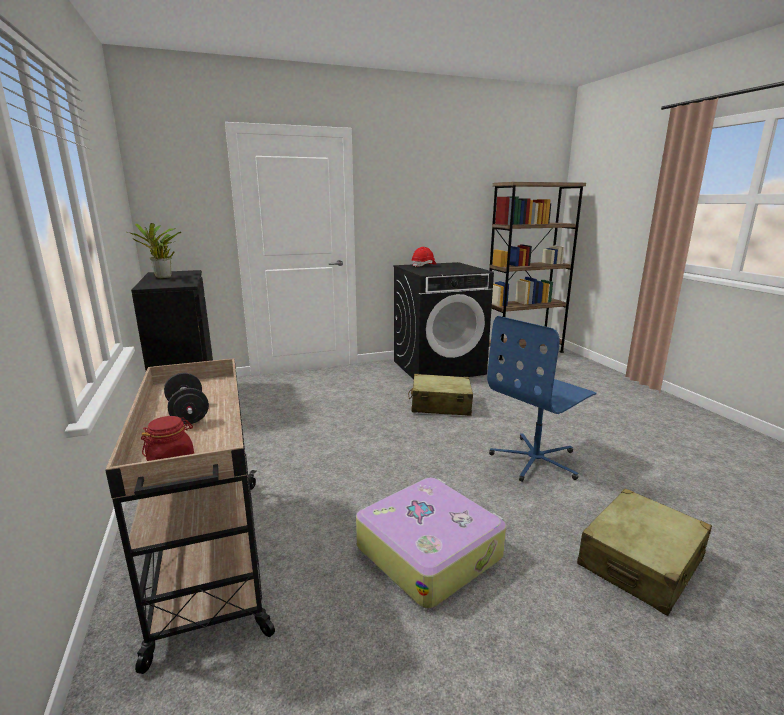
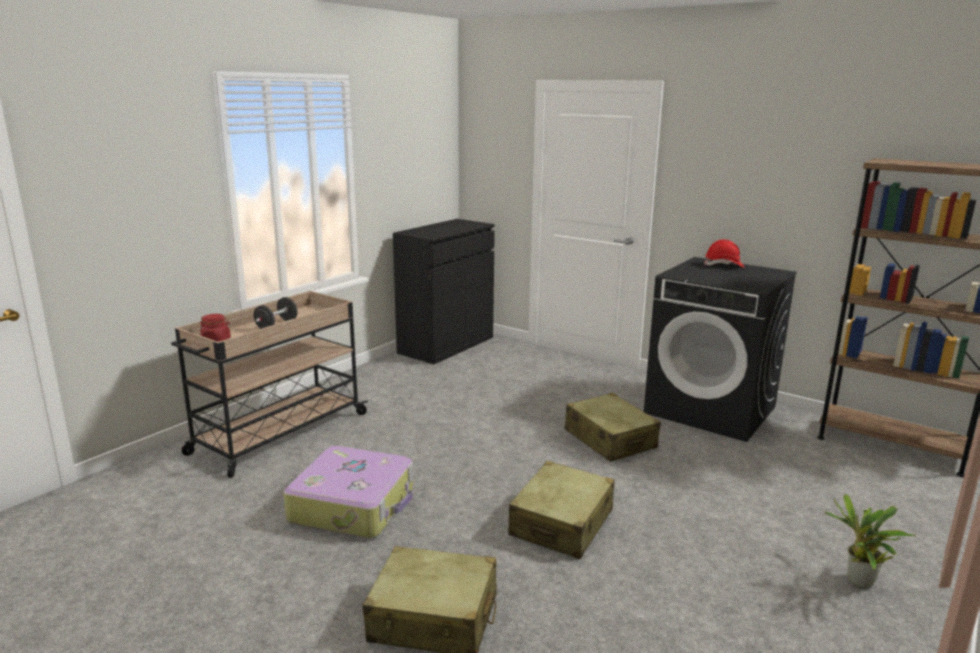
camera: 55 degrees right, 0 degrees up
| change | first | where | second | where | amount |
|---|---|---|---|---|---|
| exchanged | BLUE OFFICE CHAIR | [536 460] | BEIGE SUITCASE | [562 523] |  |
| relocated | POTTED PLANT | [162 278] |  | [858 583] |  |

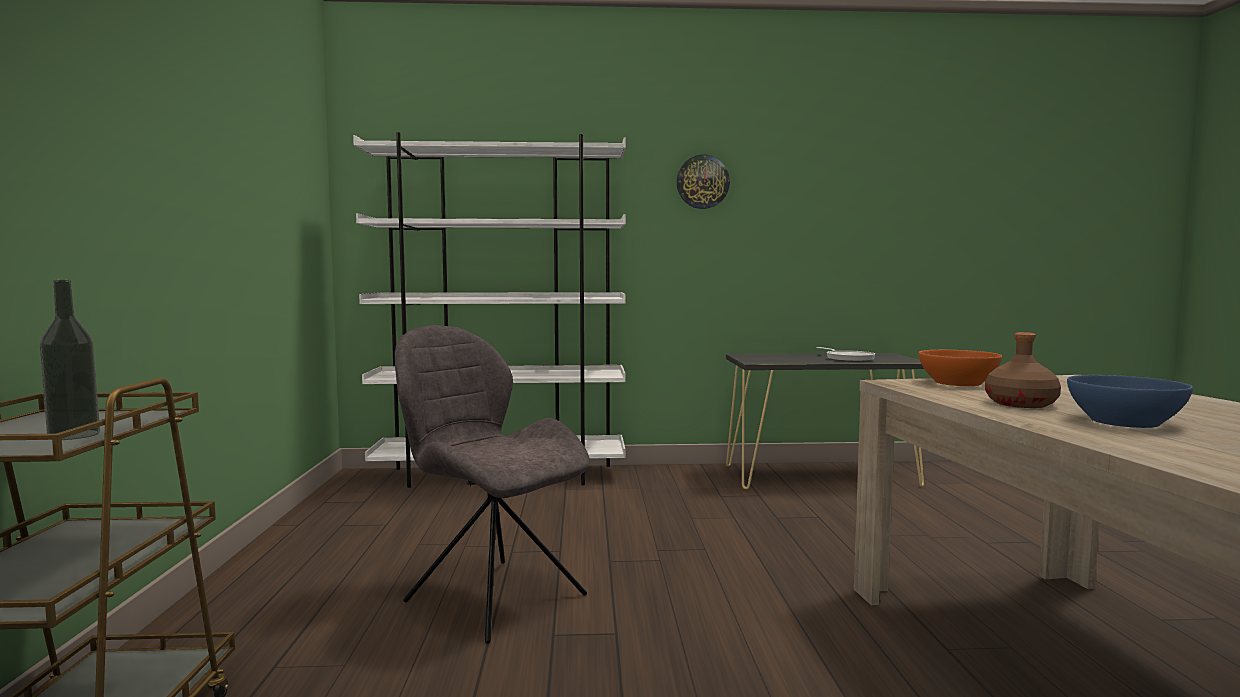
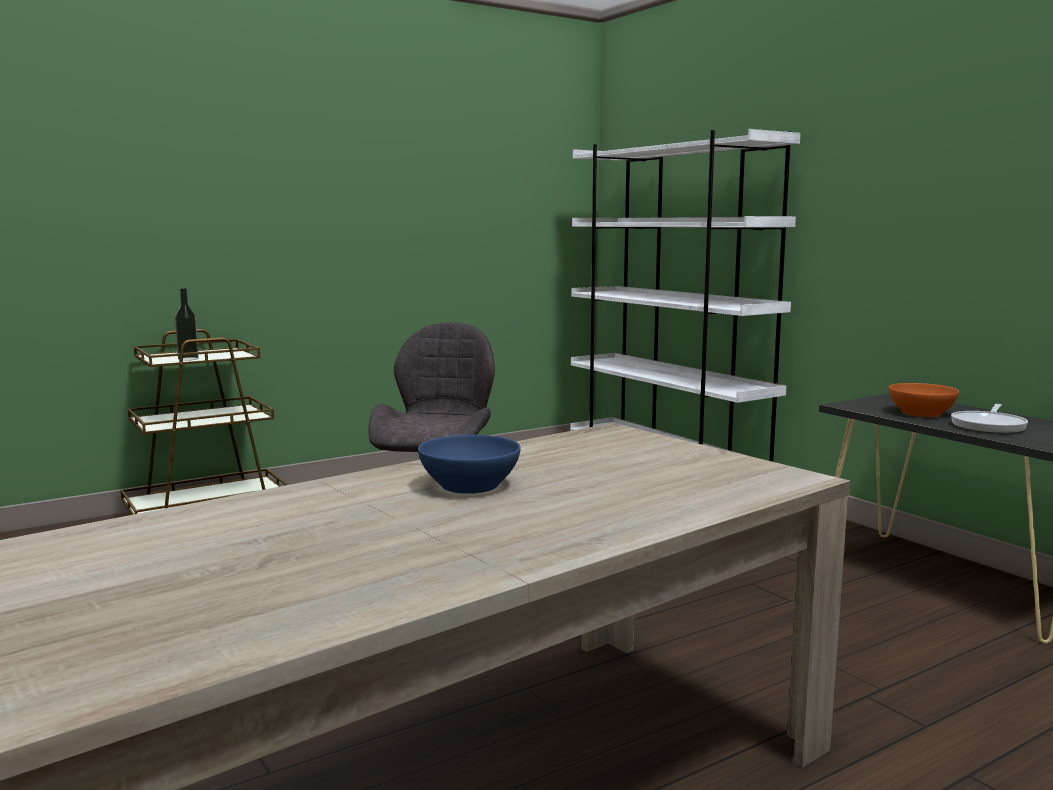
camera: 60 degrees right, 5 degrees up
| change | first | where | second | where | amount |
|---|---|---|---|---|---|
| relocated | ORANGE BOWL | [957 383] |  | [921 413] |  |
| missing | WALL CLOCK | [702 182] |  |  |  |
| missing | BROWN BOTTLE | [1021 404] |  |  |  |

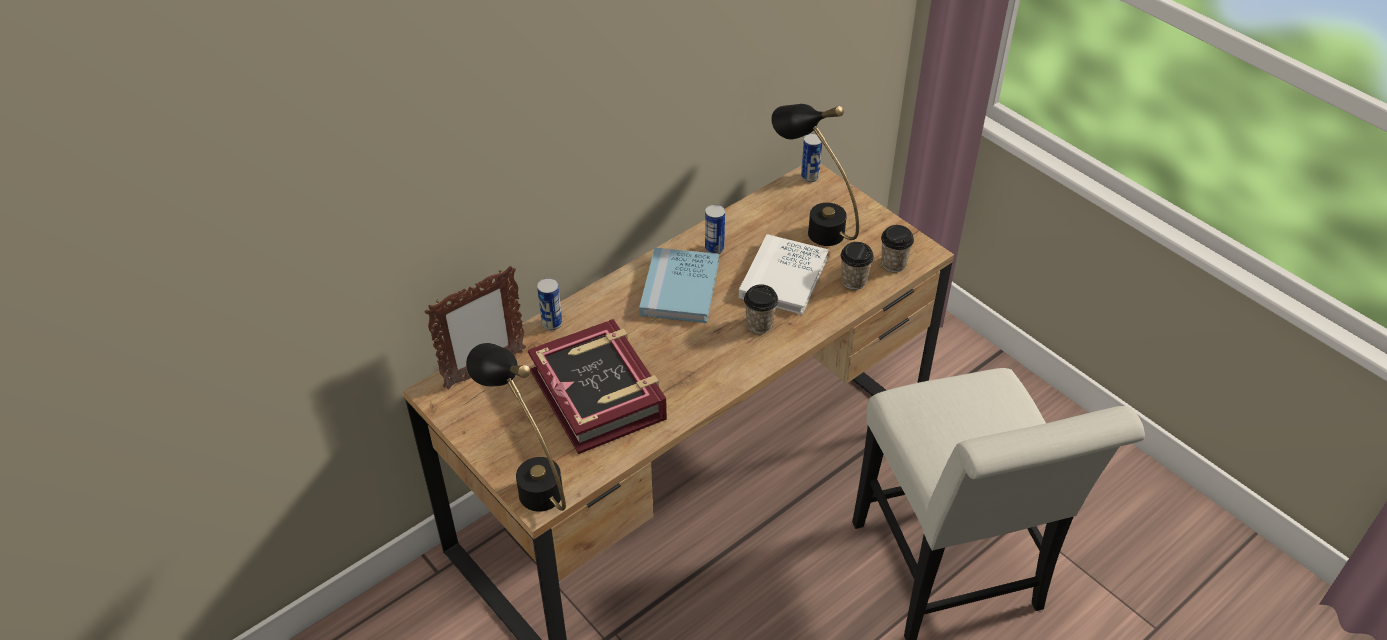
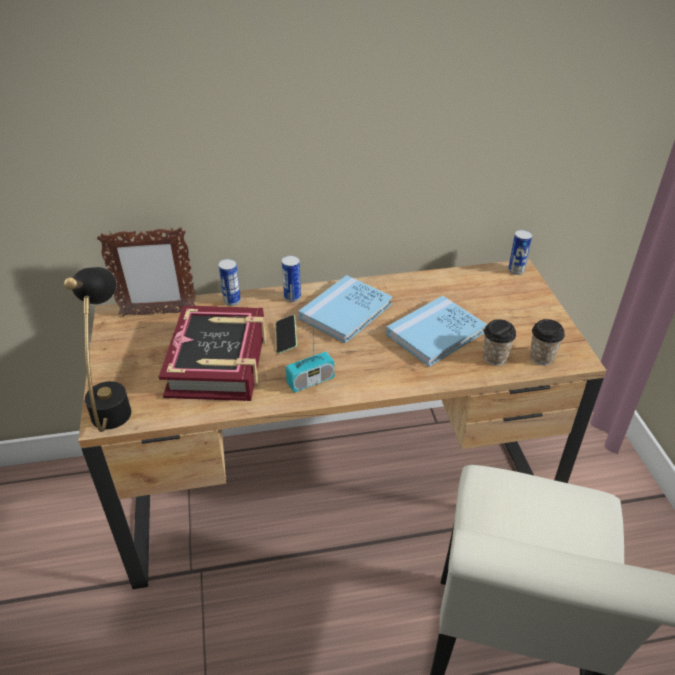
camera: 30 degrees right, 5 degrees down
| change | first | where | second | where | amount |
|---|---|---|---|---|---|
| appeared |  |  | PHONE | [286 339] |  |
| relocated | CAN | [714 249] |  | [292 297] |  |
| appeared |  |  | RADIO | [310 381] |  |
| colour | WHITE BOOK | [783 277] | BLUE BOOK | [435 333] |  |
| missing | CUP | [759 324] |  |  |  |
| missing | BLACK TABLE LAMP | [813 224] |  |  |  |

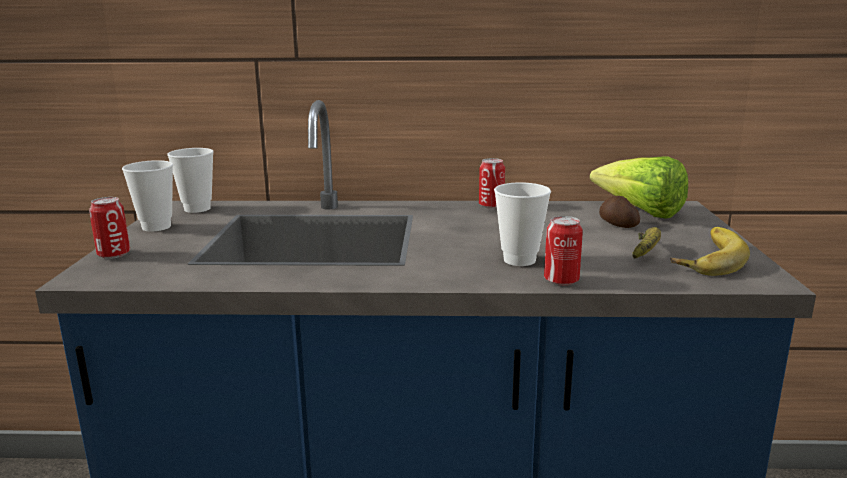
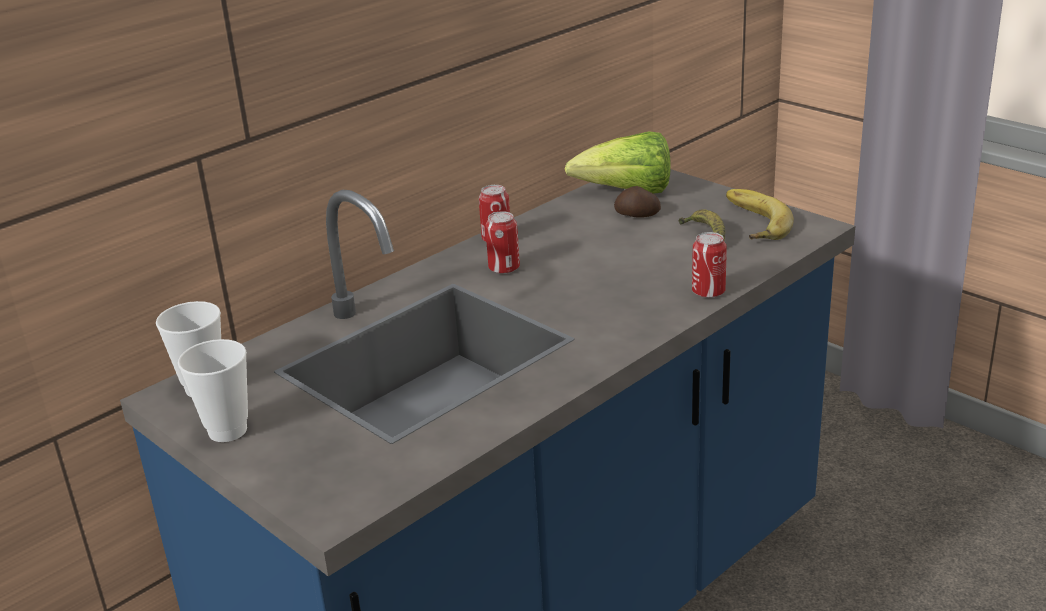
camera: 45 degrees left, 10 degrees up
| change | first | where | second | where | amount |
|---|---|---|---|---|---|
| relocated | CAN | [114 254] |  | [504 268] |  |
| missing | CUP | [519 260] |  |  |  |

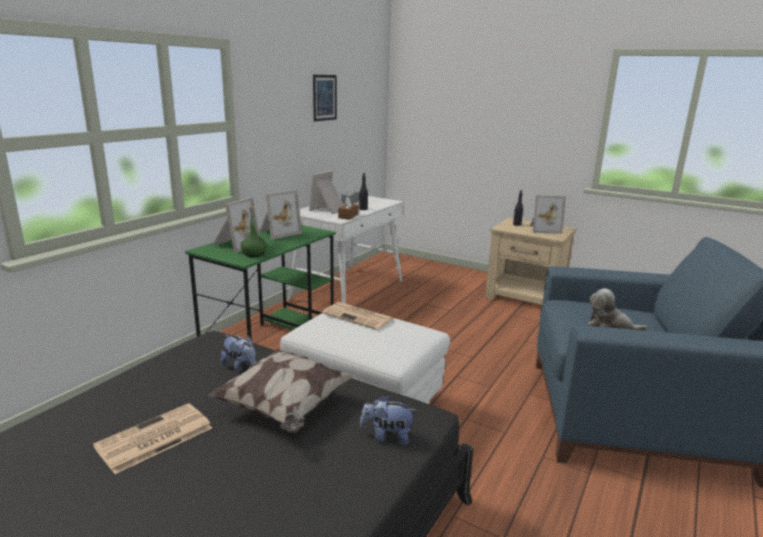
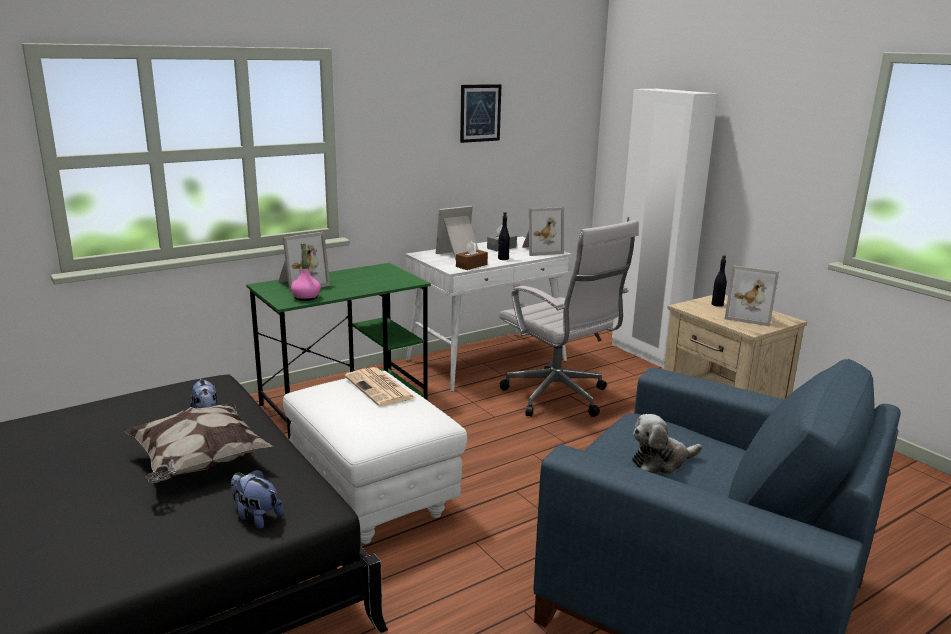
camera: 25 degrees right, 0 degrees up
| change | first | where | second | where | amount |
|---|---|---|---|---|---|
| colour | GREEN BOTTLE | [254 254] | PINK BOTTLE | [306 297] |  |
| appeared |  |  | WHITE OFFICE CHAIR | [559 398] |  |
| relocated | PICTURE FRAME | [278 232] |  | [540 250] |  |
| appeared |  |  | WHITE WARDROBE | [646 354] |  |
| spun | PLUSH TOY | [610 326] |  | [661 461] | 75 degrees counterclockwise |
| missing | NEWSPAPER | [153 438] |  |  |  |

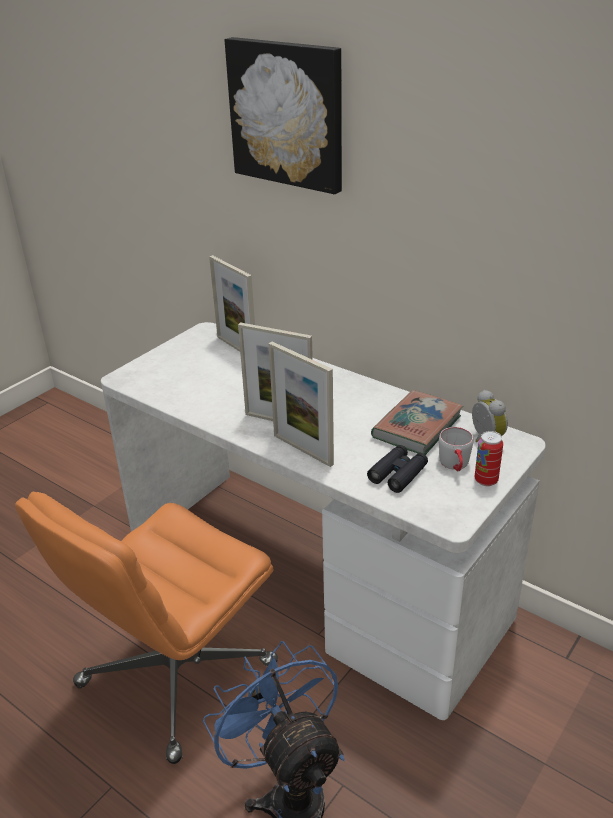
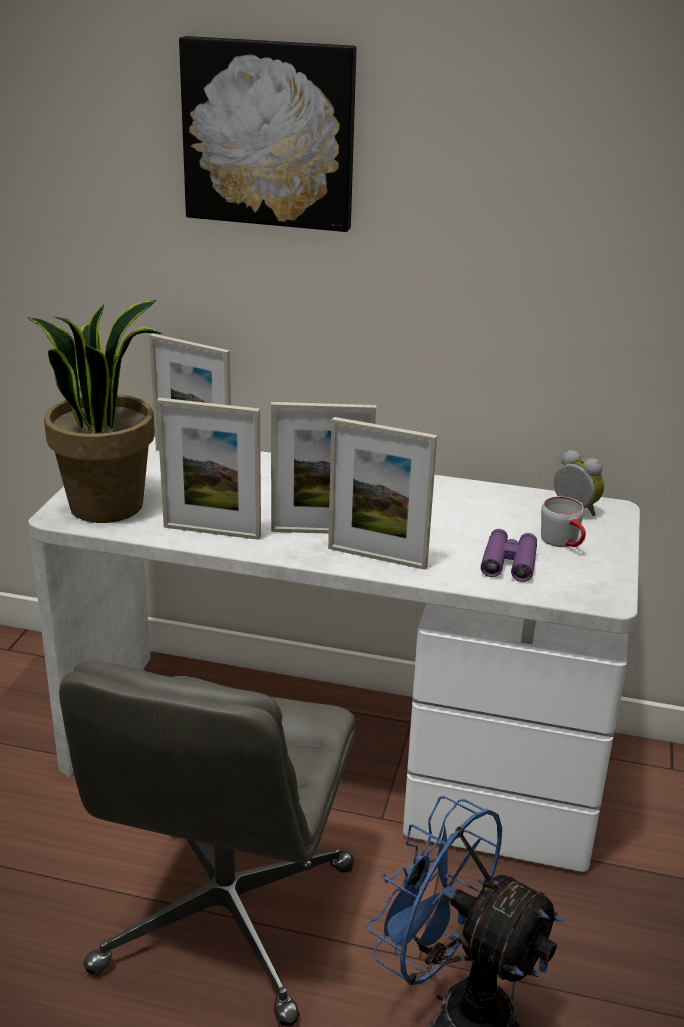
camera: 25 degrees left, 5 degrees down
| change | first | where | second | where | amount |
|---|---|---|---|---|---|
| appeared |  |  | POTTED PLANT | [107 505] |  |
| colour | ORANGE OFFICE CHAIR | [175 676] | GREY OFFICE CHAIR | [225 920] |  |
| appeared |  |  | PICTURE FRAME | [212 532] |  |
| colour | BLACK BINOCULARS | [398 474] | PURPLE BINOCULARS | [509 562] |  |
| missing | BOOK | [417 427] |  |  |  |
| missing | CAN | [486 480] |  |  |  |

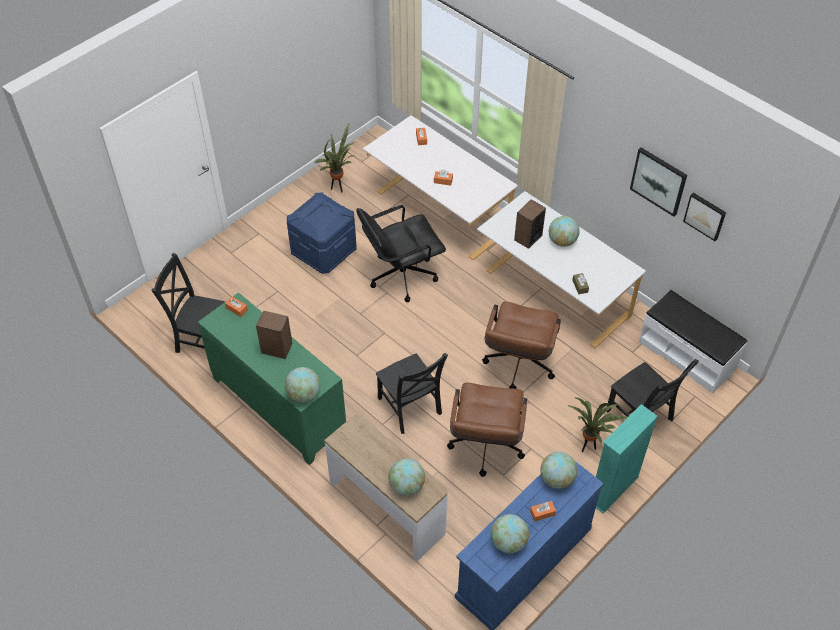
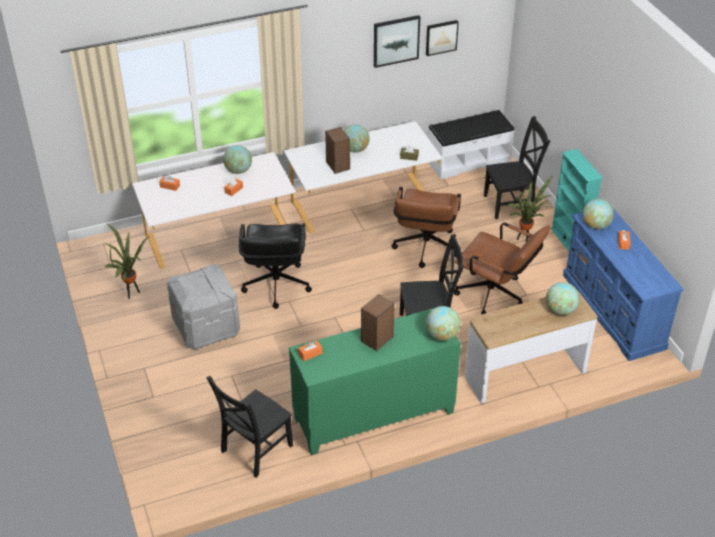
camera: 65 degrees left, 10 degrees down
| change | first | where | second | where | amount |
|---|---|---|---|---|---|
| colour | BLUE STORAGE BOX | [324 251] | GREY STORAGE BOX | [206 327] |  |
| relocated | GLOBE | [508 542] |  | [238 170] |  |
| spun | BROWN OFFICE CHAIR | [518 367] |  | [425 250] | 60 degrees clockwise |

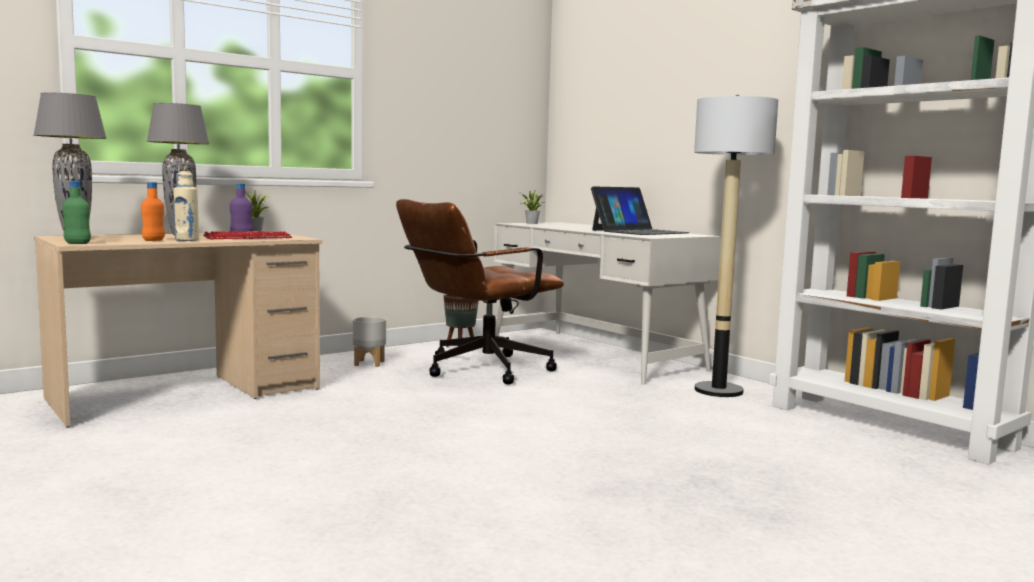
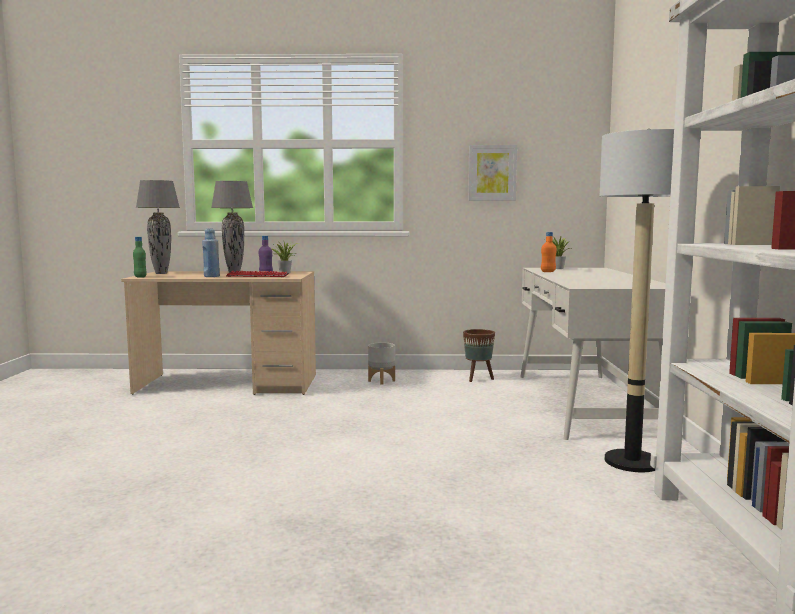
camera: 40 degrees right, 0 degrees up
| change | first | where | second | where | amount |
|---|---|---|---|---|---|
| colour | BEIGE BOTTLE | [187 240] | BLUE BOTTLE | [211 276] |  |
| appeared |  |  | PICTURE | [492 173] |  |
| relocated | ORANGE BOTTLE | [154 240] |  | [548 271] |  |
| missing | BROWN OFFICE CHAIR | [477 370] |  |  |  |
| missing | LAPTOP | [639 231] |  |  |  |

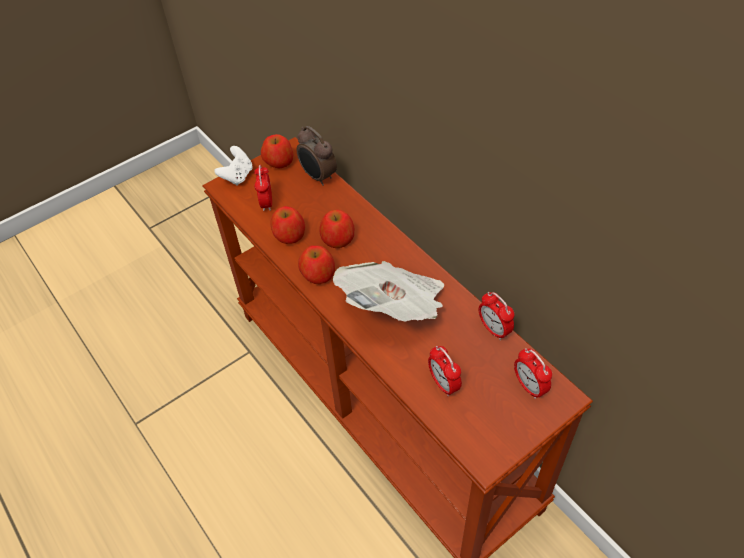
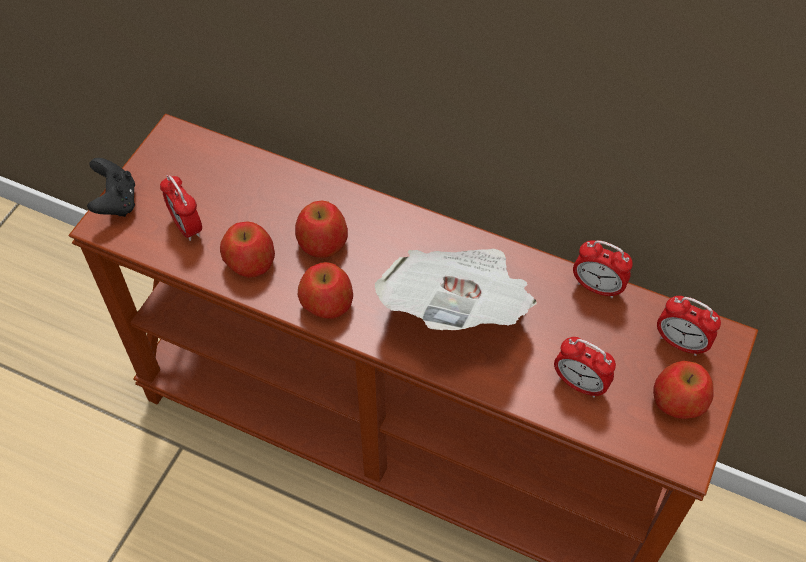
camera: 30 degrees left, 5 degrees up
| change | first | where | second | where | amount |
|---|---|---|---|---|---|
| colour | WHITE GAME CONTROLLER | [237 176] | BLACK GAME CONTROLLER | [116 202] |  |
| relocated | APPLE | [279 161] |  | [678 401] |  |
| missing | ALARM CLOCK | [318 177] |  |  |  |

